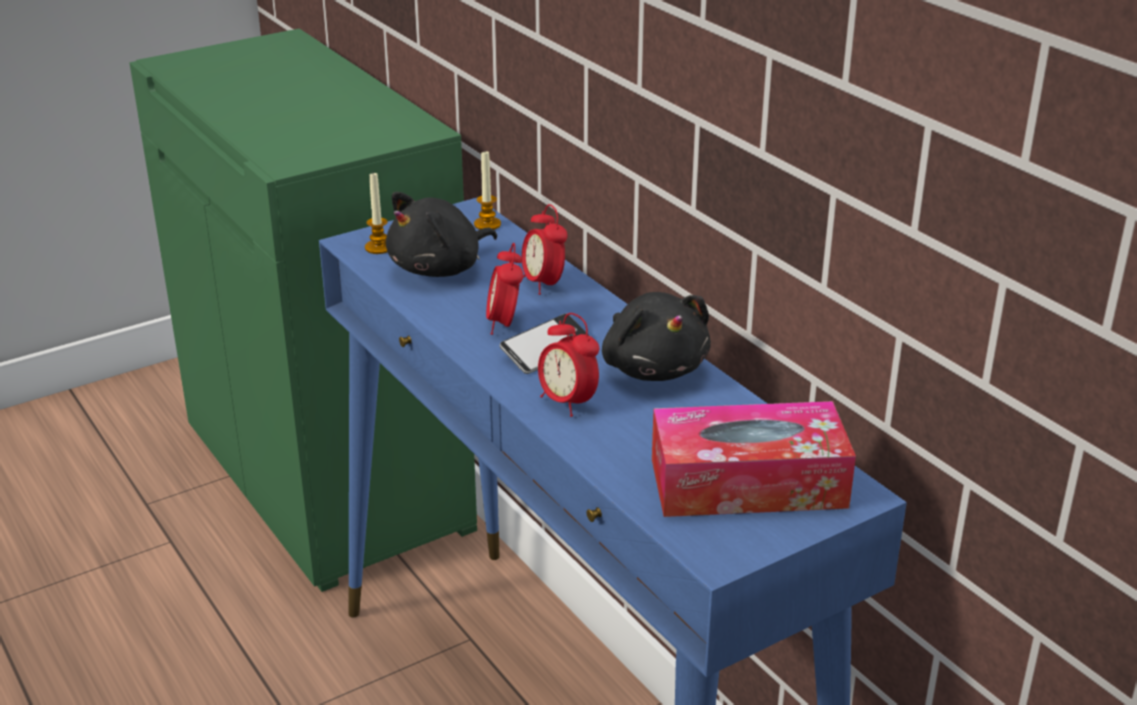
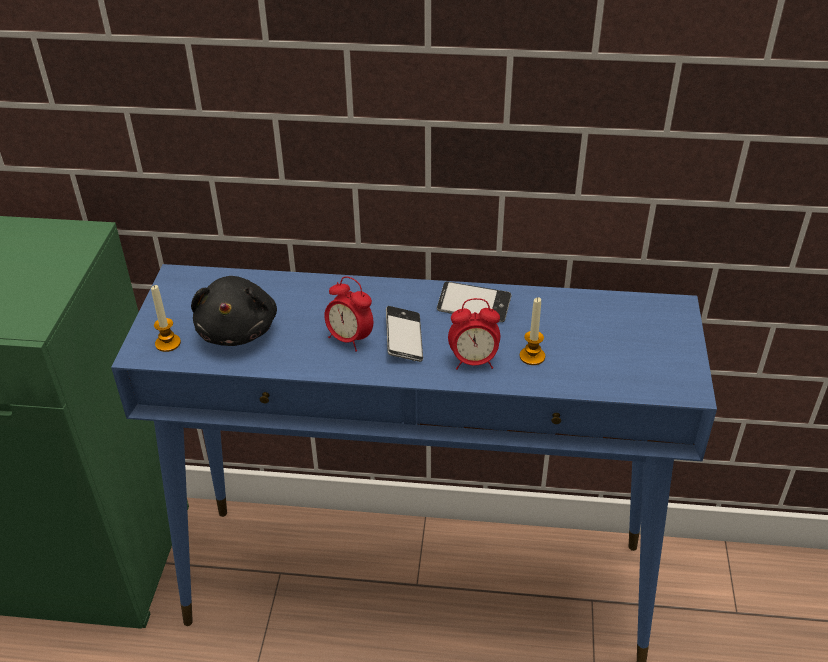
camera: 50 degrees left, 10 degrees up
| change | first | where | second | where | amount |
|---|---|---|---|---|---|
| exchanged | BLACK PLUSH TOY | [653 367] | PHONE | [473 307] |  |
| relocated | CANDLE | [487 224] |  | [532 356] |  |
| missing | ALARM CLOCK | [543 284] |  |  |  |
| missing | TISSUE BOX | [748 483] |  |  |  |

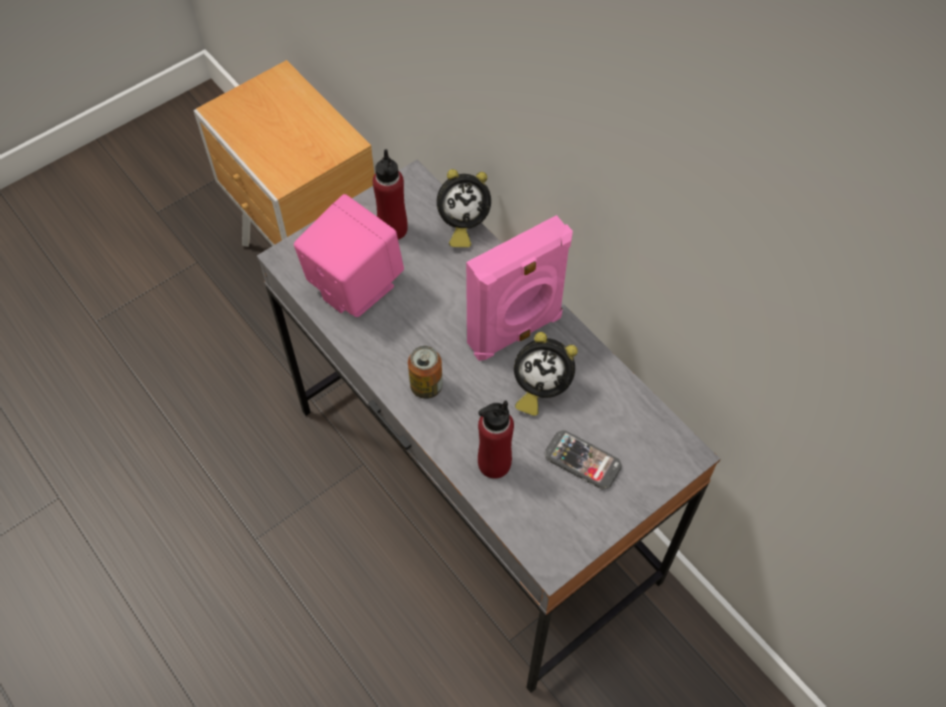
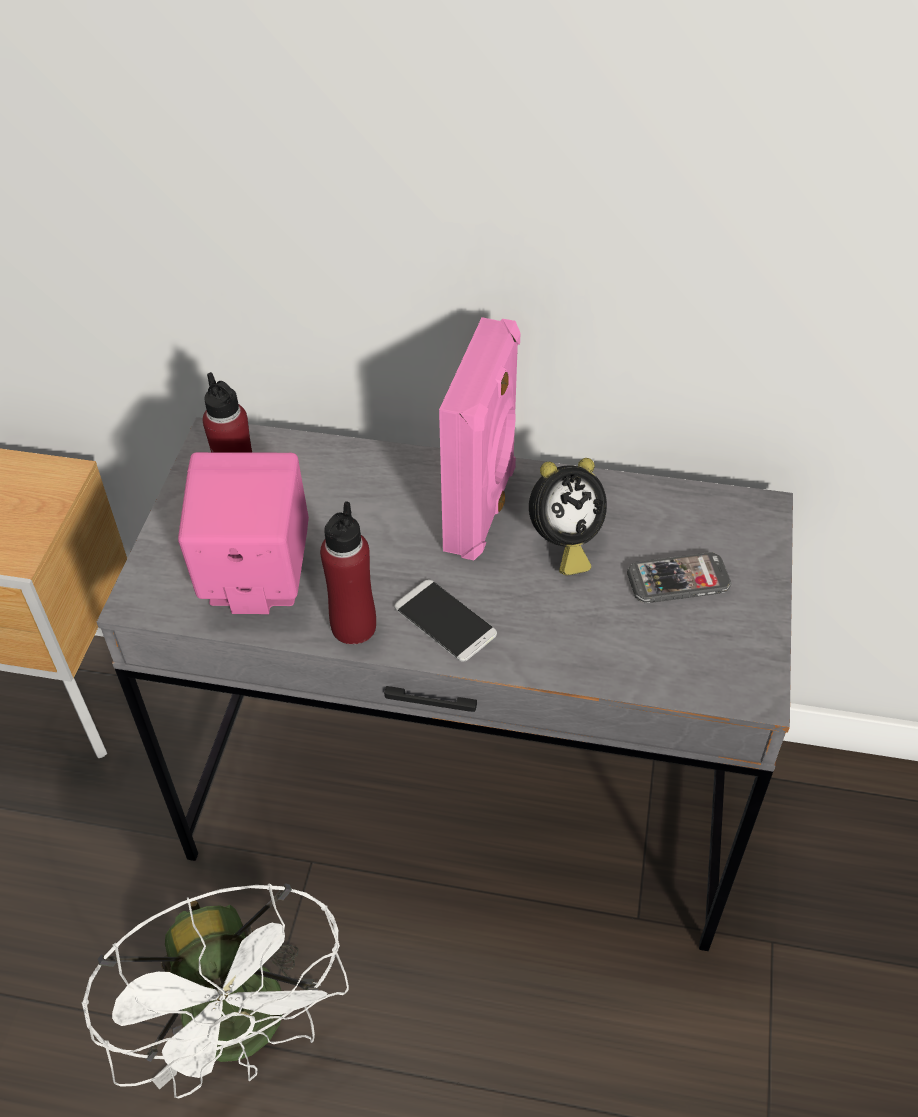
camera: 40 degrees left, 10 degrees down
| change | first | where | second | where | amount |
|---|---|---|---|---|---|
| appeared |  |  | WHITE FAN | [245 1032] |  |
| relocated | RED BOTTLE | [494 463] |  | [353 626] |  |
| exchanged | CAN | [426 386] | PHONE | [445 621] |  |
| missing | ALARM CLOCK | [462 225] |  |  |  |

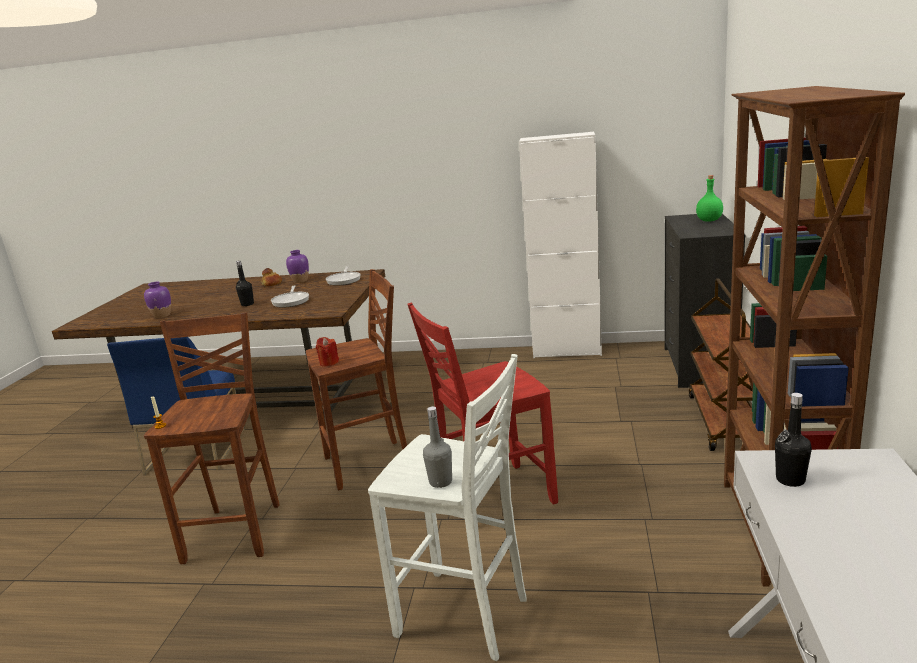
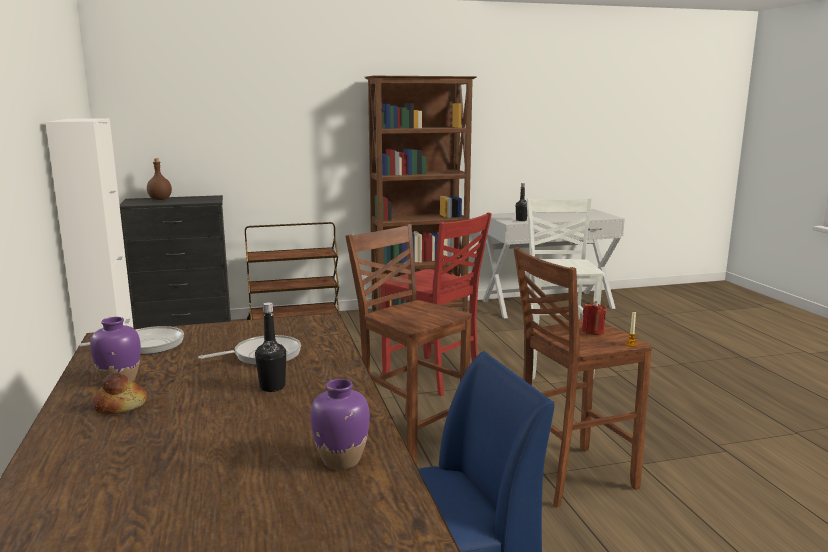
camera: 115 degrees left, 5 degrees down
| change | first | where | second | where | amount |
|---|---|---|---|---|---|
| colour | GREEN BOTTLE | [709 220] | BROWN BOTTLE | [160 199] |  |
| relocated | RED CANDLE | [329 363] |  | [593 331] |  |
| missing | GREY BOTTLE | [440 482] |  |  |  |

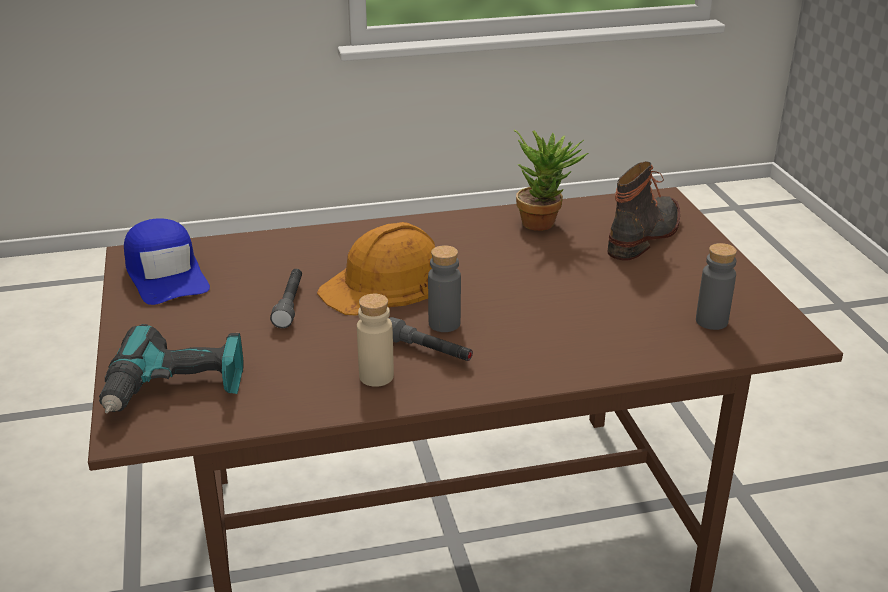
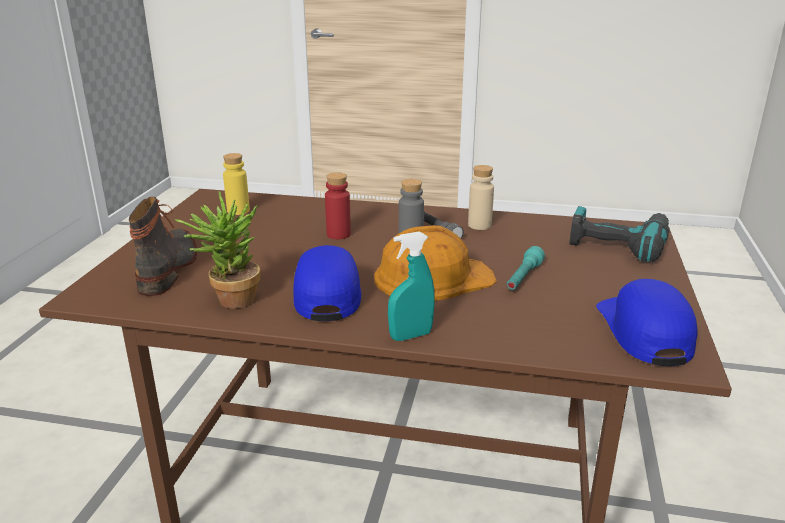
camera: 155 degrees left, 5 degrees down
| change | first | where | second | where | amount |
|---|---|---|---|---|---|
| spun | BOOT | [645 235] |  | [169 268] | 120 degrees clockwise |
| colour | GREY BOTTLE | [711 321] | YELLOW BOTTLE | [238 211] |  |
| appeared |  |  | BLUE CAP | [327 293] |  |
| appeared |  |  | RED BOTTLE | [338 234] |  |
| appeared |  |  | TURQUOISE SPRAY BOTTLE | [410 336] |  |
| colour | GREY FLASHLIGHT | [290 304] | TURQUOISE FLASHLIGHT | [523 278] |  |

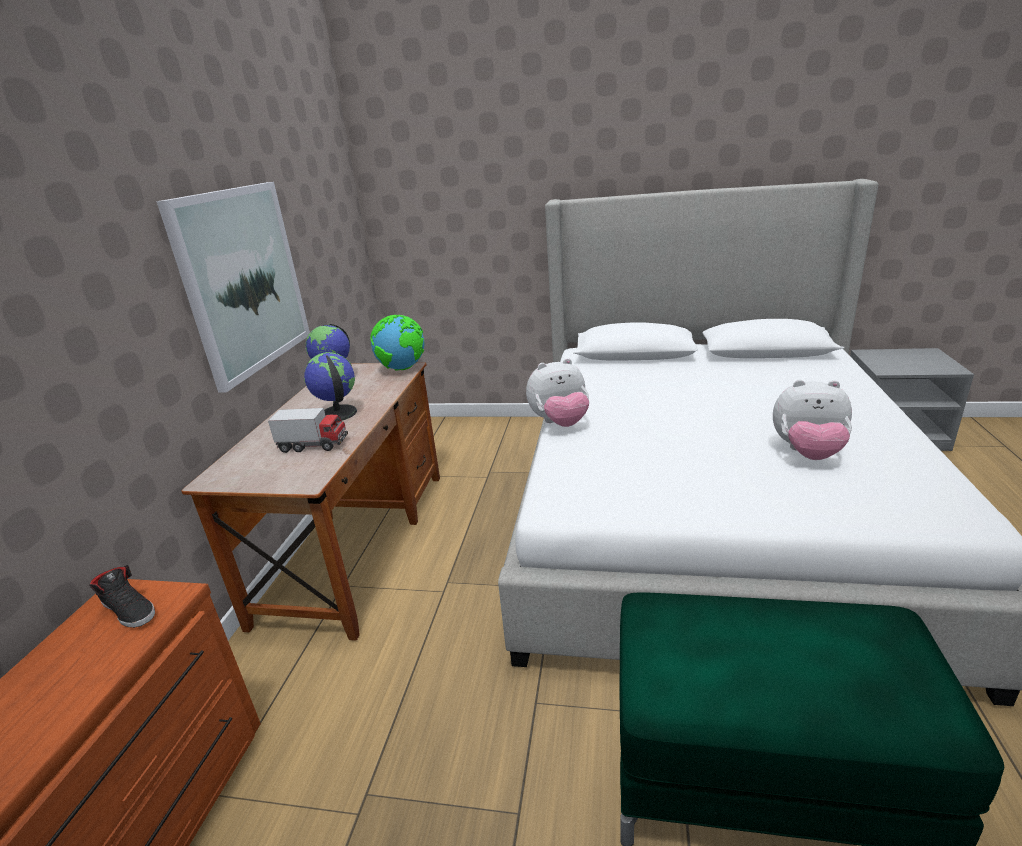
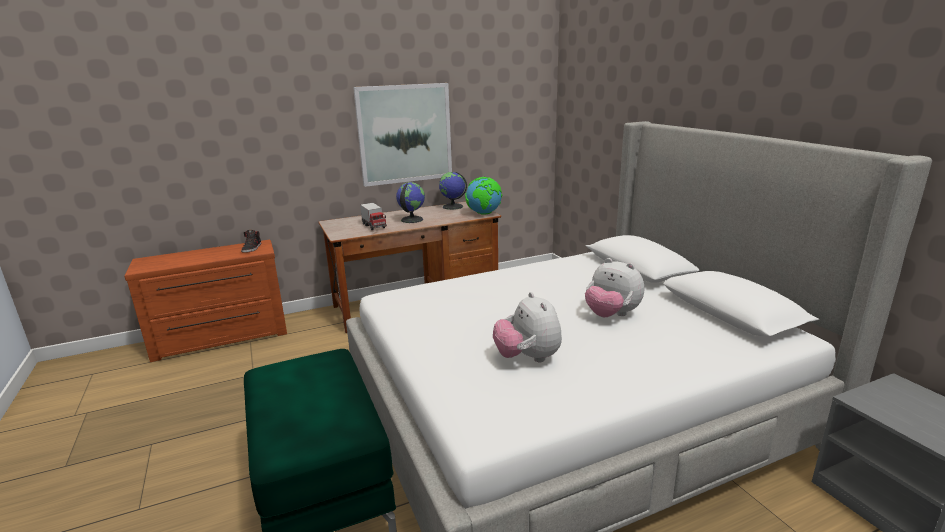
camera: 55 degrees right, 5 degrees down
| change | first | where | second | where | amount |
|---|---|---|---|---|---|
| relocated | PLUSH TOY | [560 423] |  | [611 315] |  |

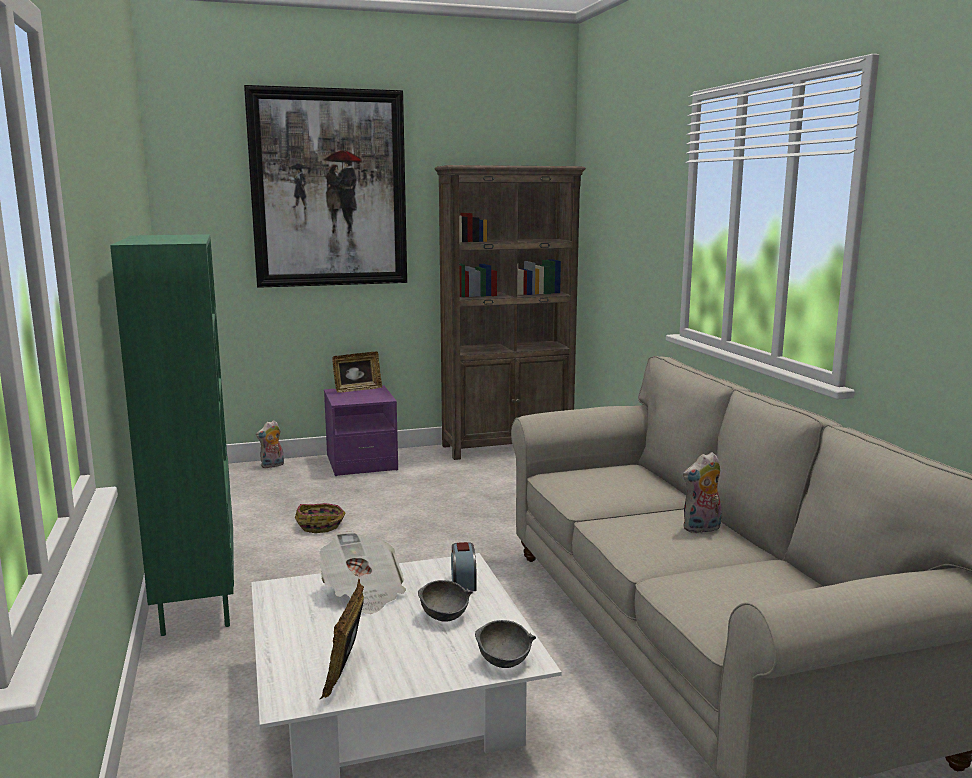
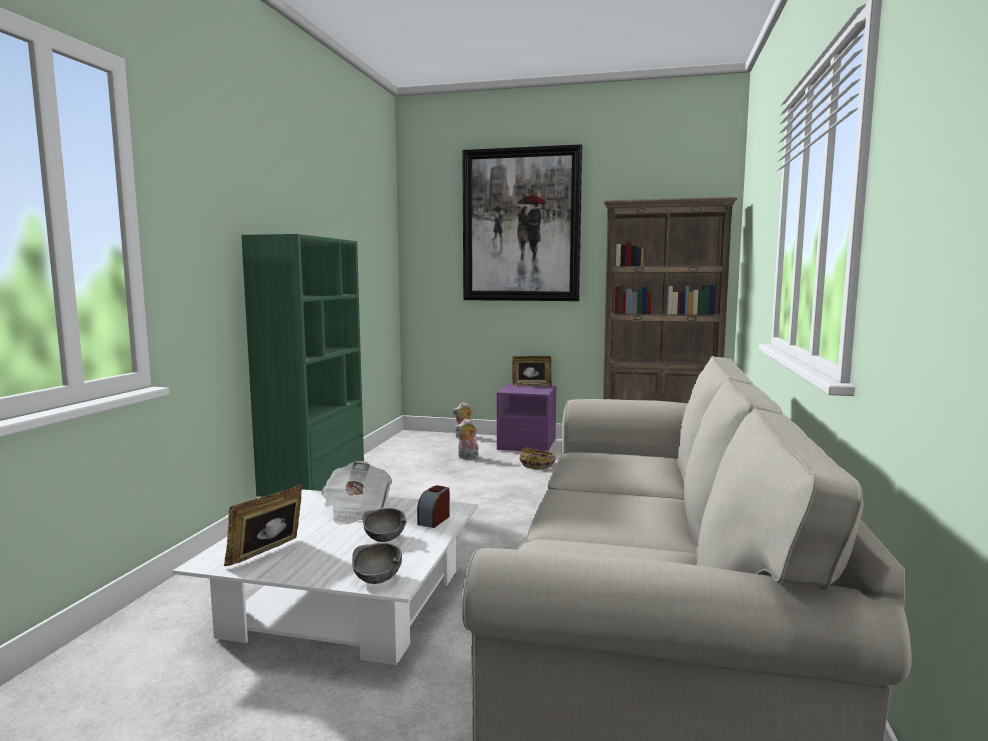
camera: 30 degrees right, 5 degrees down
| change | first | where | second | where | amount |
|---|---|---|---|---|---|
| relocated | PLUSH TOY | [702 529] |  | [467 458] |  |
| relocated | BASKET | [321 525] |  | [538 464] |  |

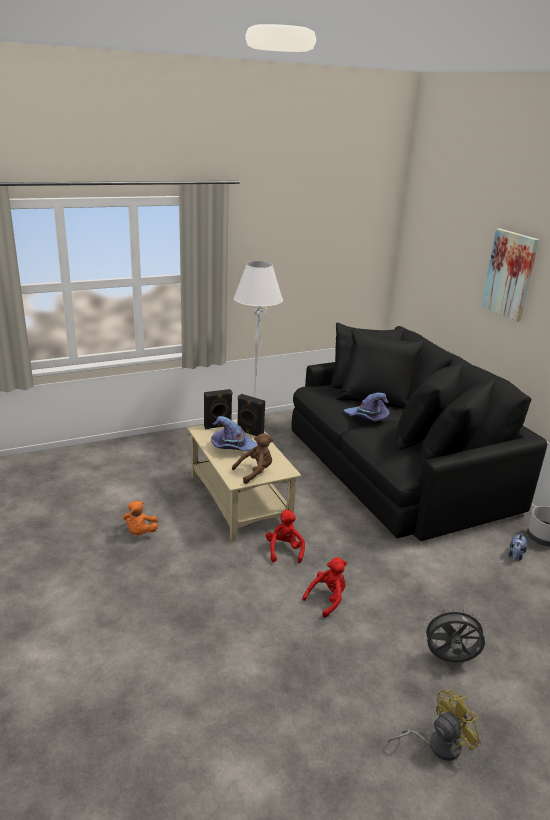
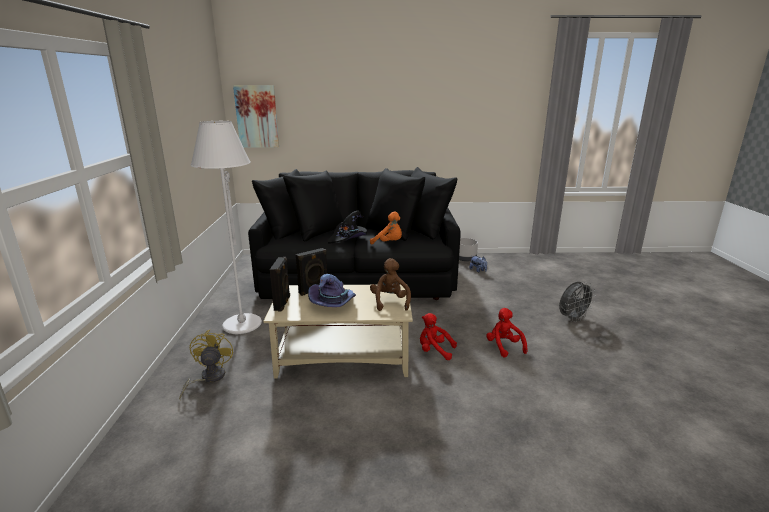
camera: 65 degrees left, 5 degrees down
| change | first | where | second | where | amount |
|---|---|---|---|---|---|
| relocated | YELLOW FAN | [437 745] |  | [208 378] |  |
| relocated | PICTURE | [510 274] |  | [257 116] |  |
| colour | PURPLE HAT | [367 418] | BLACK HAT | [348 239] |  |
| relocated | ORANGE PLUSH TOY | [140 533] |  | [389 243] |  |
| spun | GREY FAN | [449 660] |  | [572 318] | 150 degrees counterclockwise |

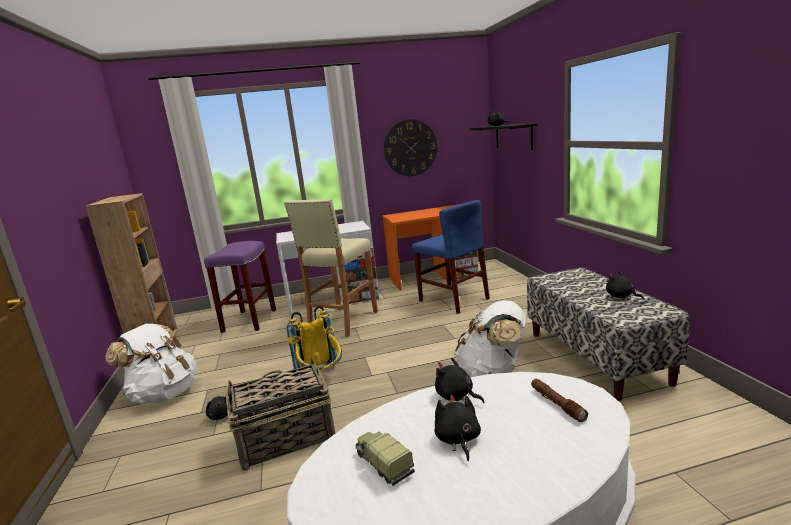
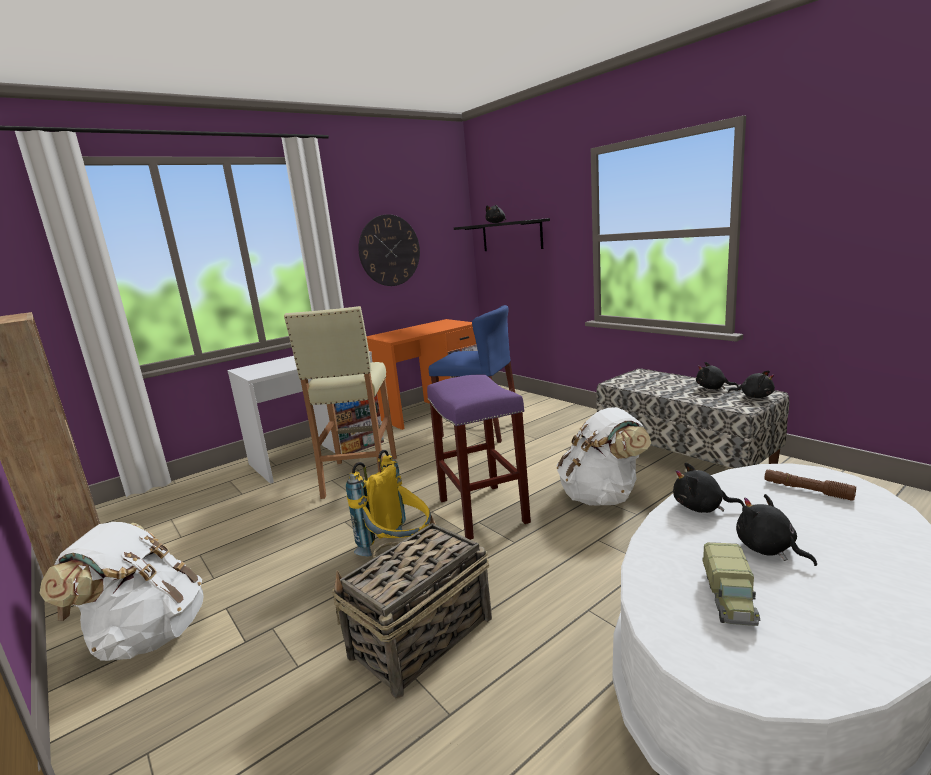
camera: 25 degrees left, 0 degrees up
| change | first | where | second | where | amount |
|---|---|---|---|---|---|
| relocated | PURPLE STOOL | [249 320] |  | [481 510] |  |
| spun | TOY TRUCK | [383 464] |  | [729 599] | 105 degrees counterclockwise |
| relocated | BLACK PLUSH TOY | [221 415] |  | [754 396] |  |

